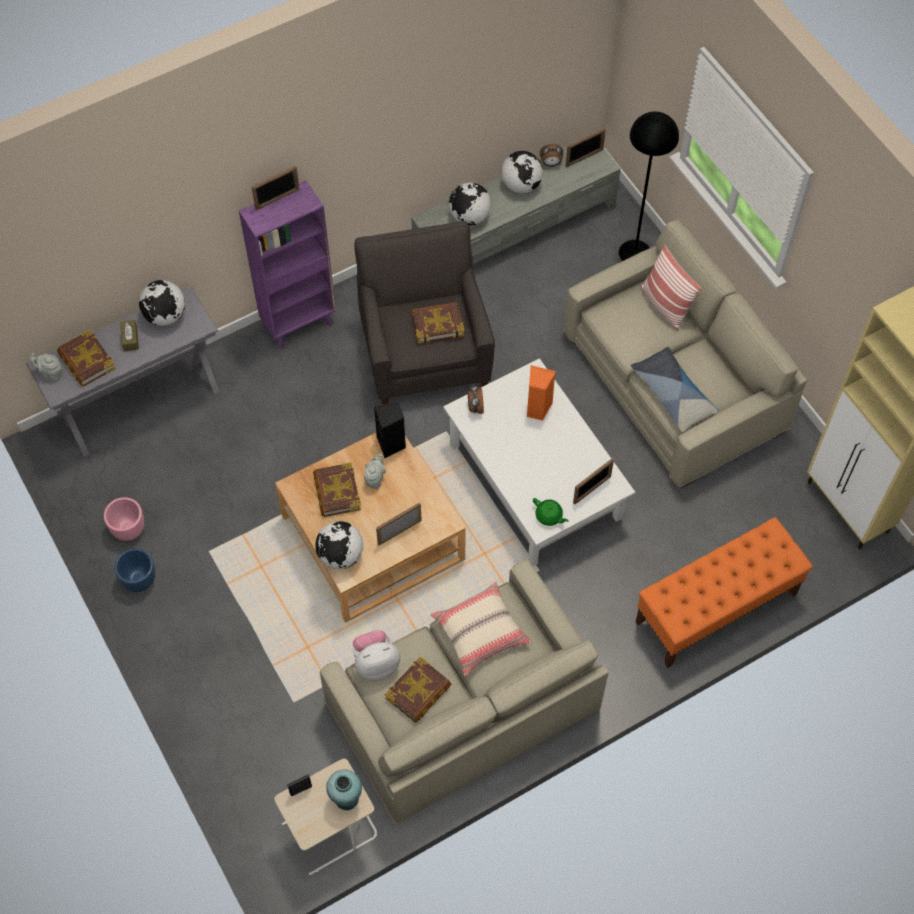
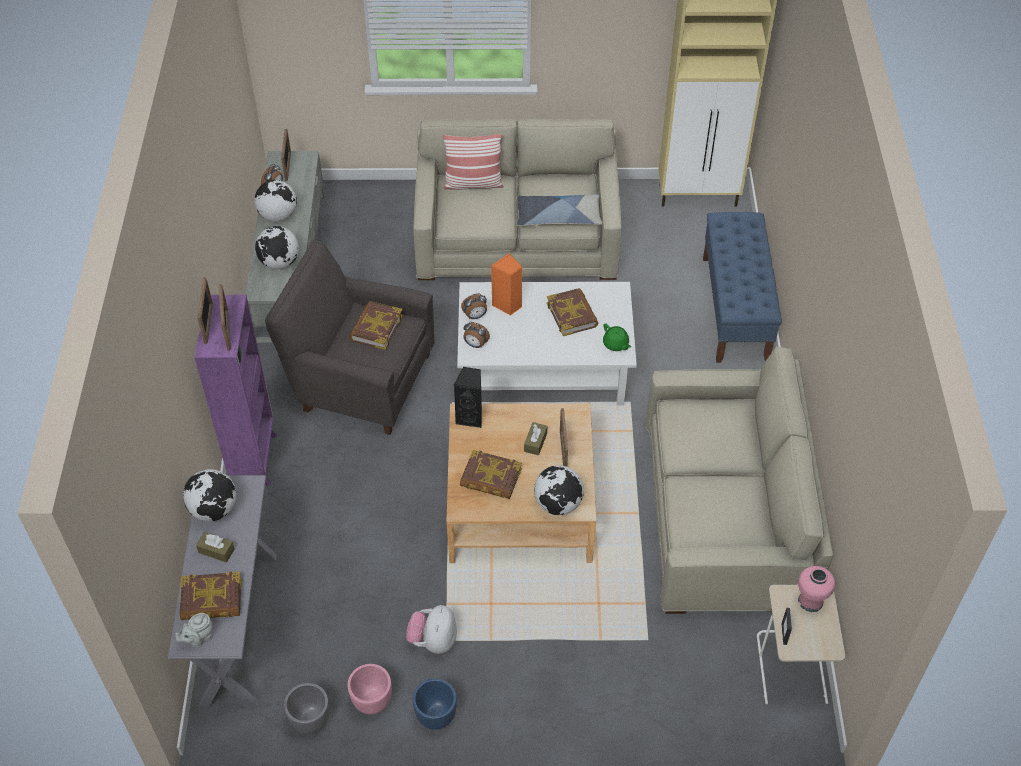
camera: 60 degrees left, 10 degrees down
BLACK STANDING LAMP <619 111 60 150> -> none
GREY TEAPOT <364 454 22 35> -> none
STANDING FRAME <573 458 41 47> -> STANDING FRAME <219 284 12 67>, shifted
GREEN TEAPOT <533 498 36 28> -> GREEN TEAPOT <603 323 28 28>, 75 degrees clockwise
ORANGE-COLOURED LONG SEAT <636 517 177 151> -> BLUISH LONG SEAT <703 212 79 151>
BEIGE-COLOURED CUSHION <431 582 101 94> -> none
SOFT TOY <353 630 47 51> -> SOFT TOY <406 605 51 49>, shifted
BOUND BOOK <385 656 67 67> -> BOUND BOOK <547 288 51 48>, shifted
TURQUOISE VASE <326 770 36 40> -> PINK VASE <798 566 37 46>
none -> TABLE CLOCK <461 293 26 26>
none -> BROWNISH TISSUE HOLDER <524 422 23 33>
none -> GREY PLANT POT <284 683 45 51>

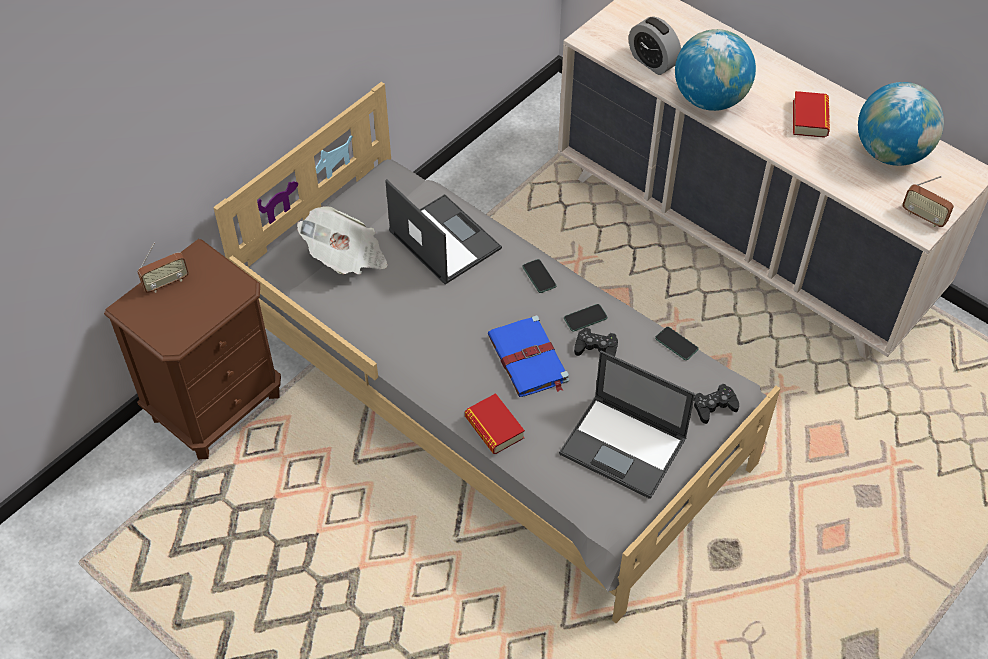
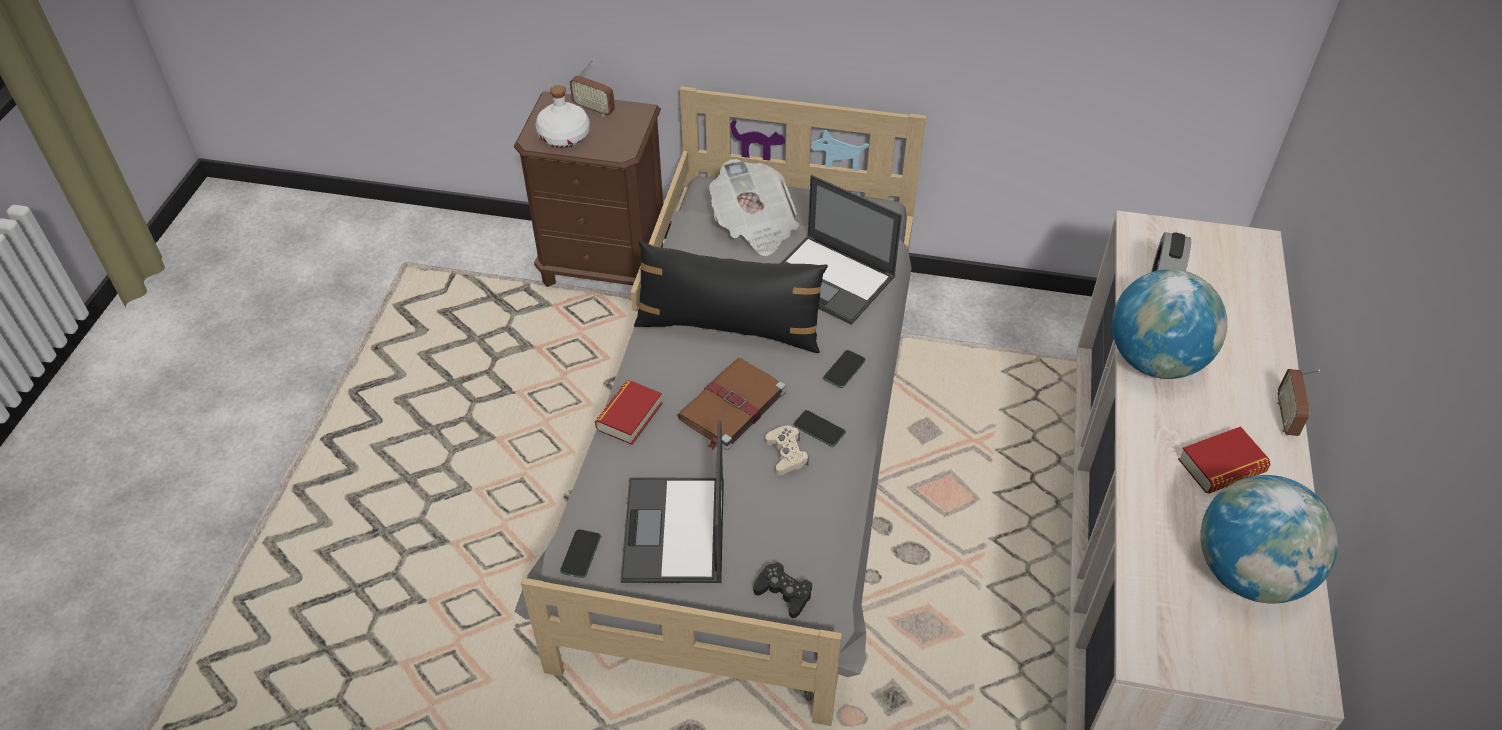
camera: 60 degrees right, 5 degrees down
RADIO SET <902 176 52 51> -> RADIO SET <1277 369 43 67>, shifted
NOTEBOOK COMPUTER <385 179 117 106> -> NOTEBOOK COMPUTER <780 175 122 150>, 105 degrees clockwise
BLUISH BOUND BOOK <488 315 81 82> -> BROWNISH BOUND BOOK <677 358 109 92>
BLACK GAME CONTROLLER <574 327 44 30> -> BEIGE-COLOURED GAME CONTROLLER <765 425 44 50>
PHONE <655 327 44 33> -> PHONE <560 529 41 49>, shifted
none -> WHITISH BOTTLE <535 85 55 63>
none -> BLACK CUSHION <634 241 194 112>

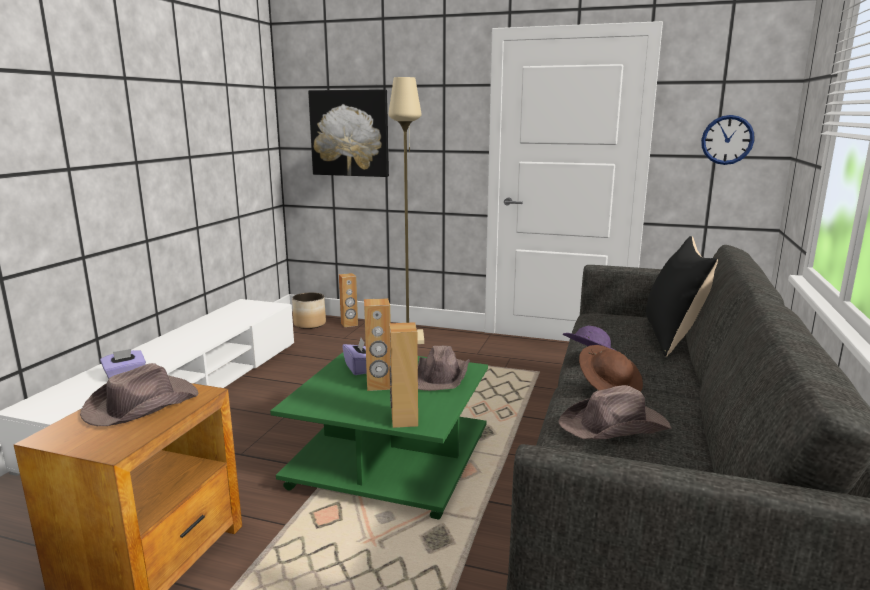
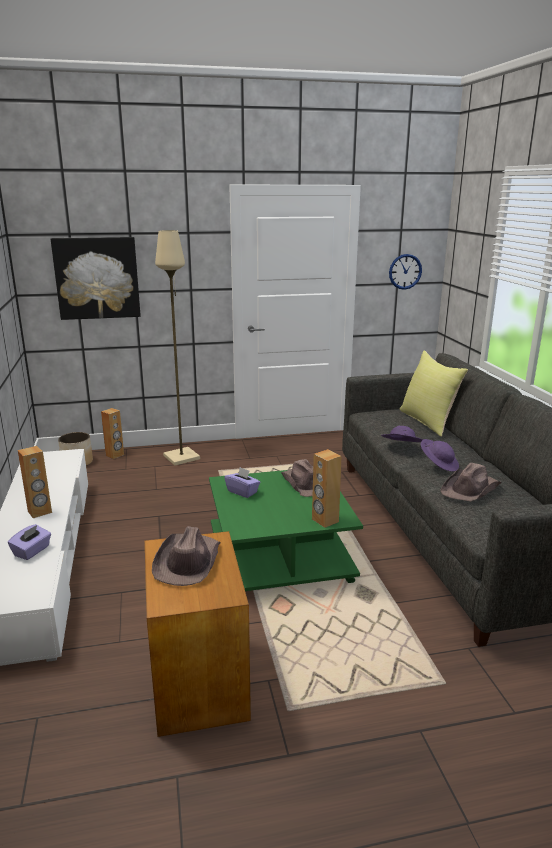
camera: 30 degrees left, 5 degrees up
BLACK CUSHION <646 236 72 121> -> YELLOW-COLOURED CUSHION <400 350 68 87>
BROWNISH LOUDSPEAKER <364 298 27 93> -> BROWNISH LOUDSPEAKER <18 446 34 72>, shifted
BROWNISH WEARABLE HAT <579 345 64 47> -> PURPLISH WEARABLE HAT <420 439 39 33>

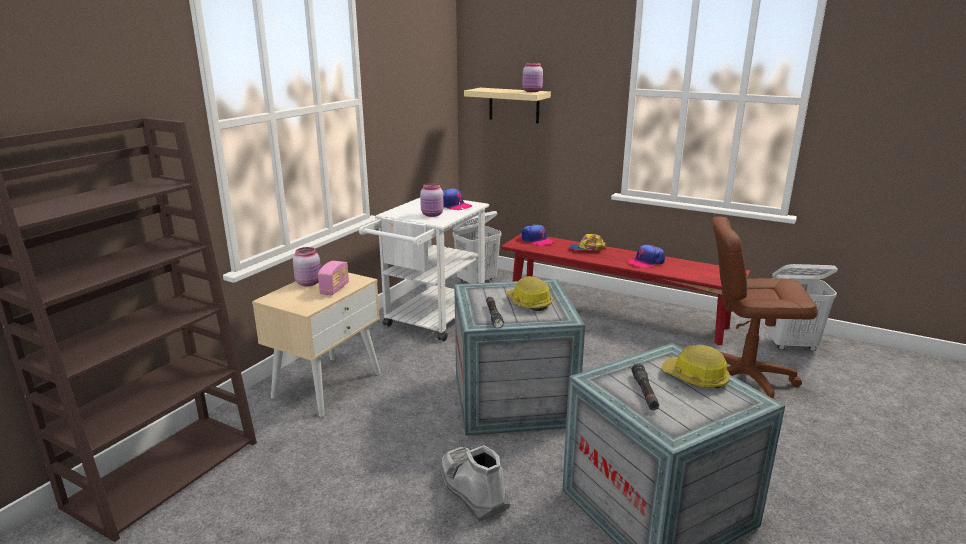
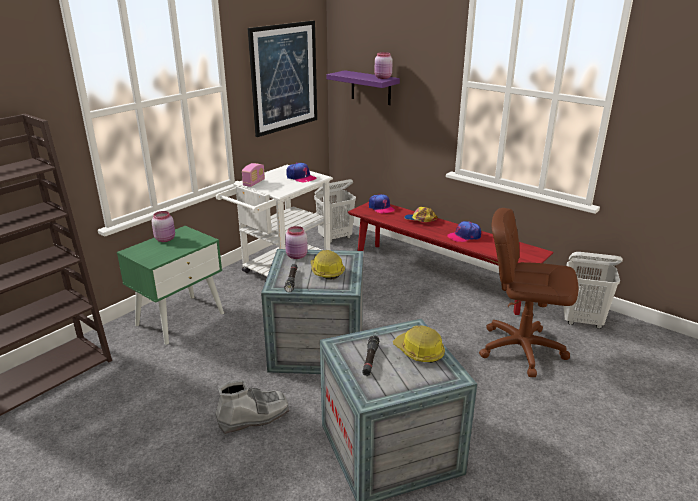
camera: 10 degrees right, 5 degrees up
BEIGE-COLOURED SHELF <464 88 87 35> -> PURPLISH SHELF <327 70 73 35>
PINK JAR <420 183 24 34> -> PINK JAR <285 226 23 33>, shifted
RADIO SET <318 261 31 34> -> RADIO SET <242 163 23 24>, shifted
BEIGE-COLOURED BEDSIDE TABLE <252 273 129 143> -> GREEN BEDSIDE TABLE <117 226 107 119>
GREY TALL BOOT <440 445 70 76> -> GREY TALL BOOT <215 380 74 54>, 90 degrees clockwise
none -> PICTURE <247 21 70 116>

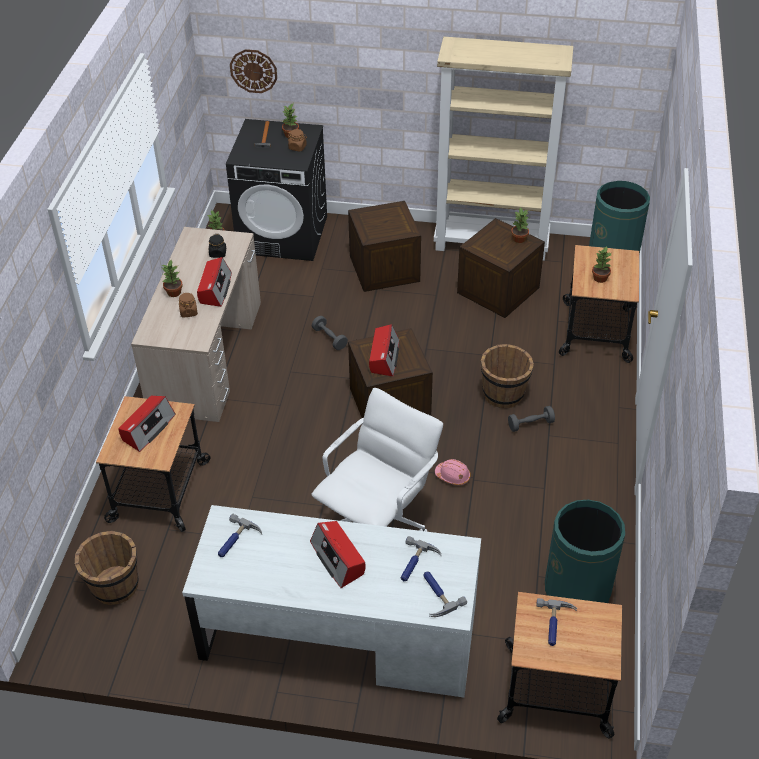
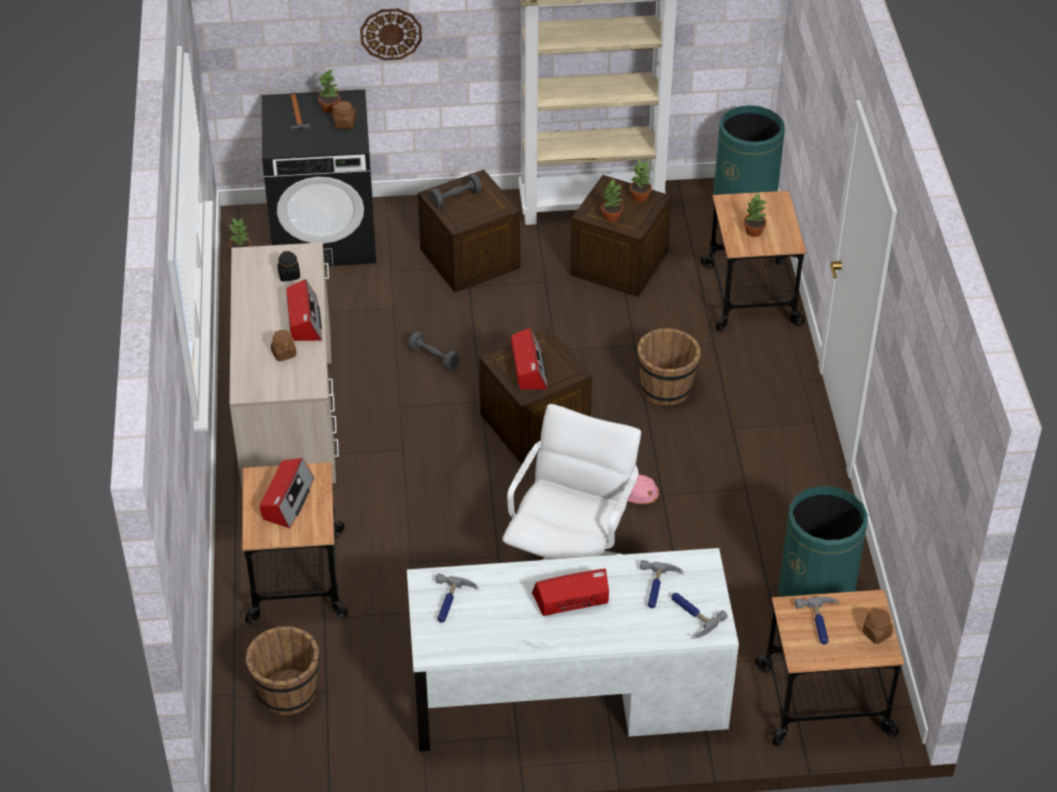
camera: 15 degrees left, 0 degrees up
WALL CLOCK <230 49 47 44> -> WALL CLOCK <360 9 62 52>, shifted
POTTED PLANT <161 259 22 38> -> POTTED PLANT <601 180 22 42>, shifted
GREY FREE WEIGHT <508 406 47 26> -> GREY FREE WEIGHT <429 174 53 34>, shifted
RADIO SET <310 521 56 67> -> RADIO SET <532 568 77 48>, 120 degrees clockwise
none -> BROWNISH JAR <862 608 31 36>

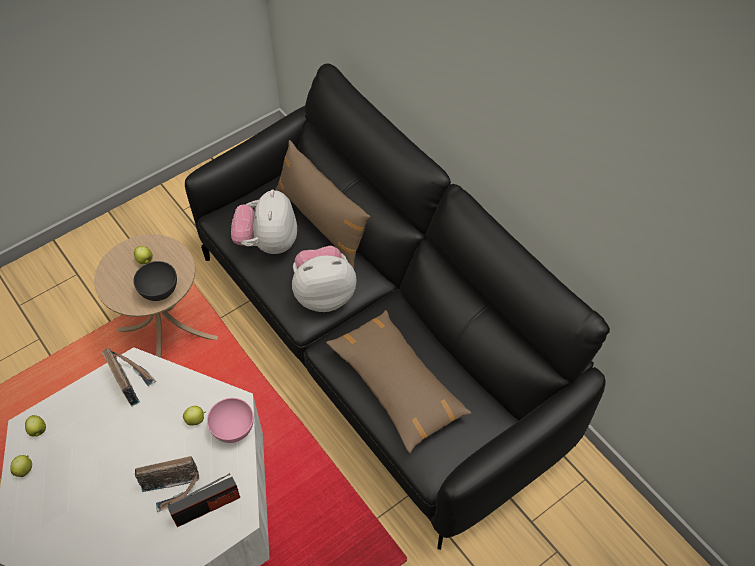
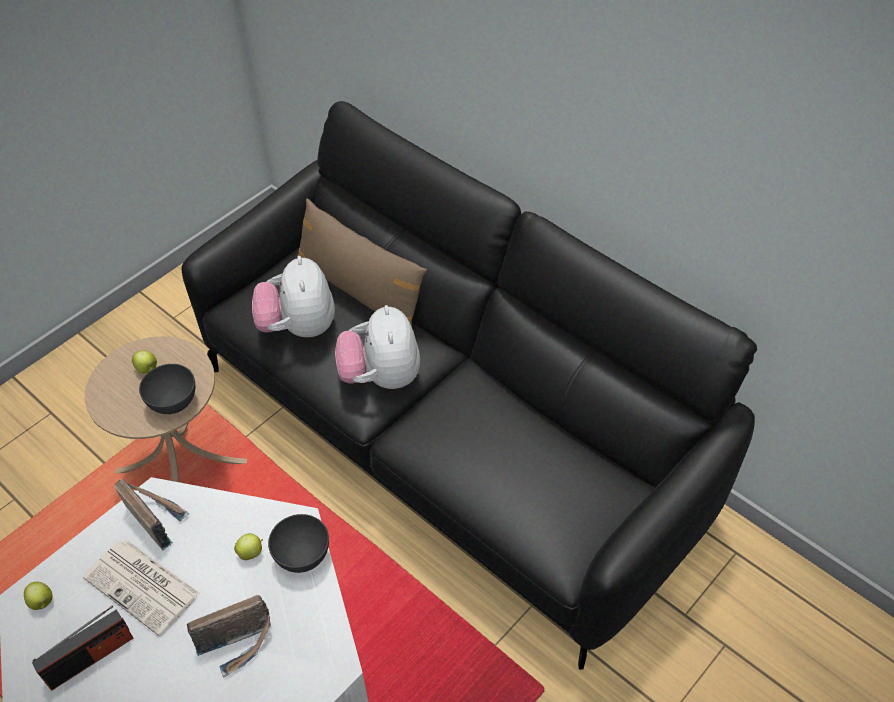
camera: 10 degrees left, 5 degrees down
SOFT TOY <292 246 65 66> -> SOFT TOY <335 305 85 84>, 75 degrees counterclockwise
BROWNISH CUSHION <326 310 146 143> -> none
PINK SERVING BOWL <207 398 47 45> -> GREY SERVING BOWL <268 514 61 59>
APPLE <10 455 22 22> -> none
RADIO SET <167 473 73 54> -> RADIO SET <32 606 101 85>, shifted
none -> DAILY PAPER <83 539 118 97>

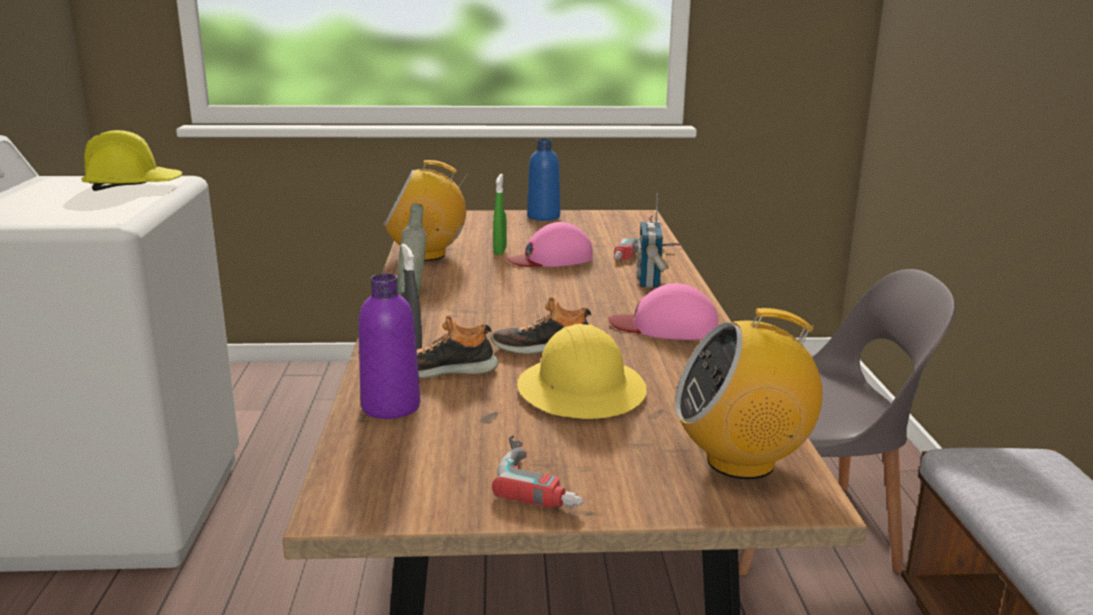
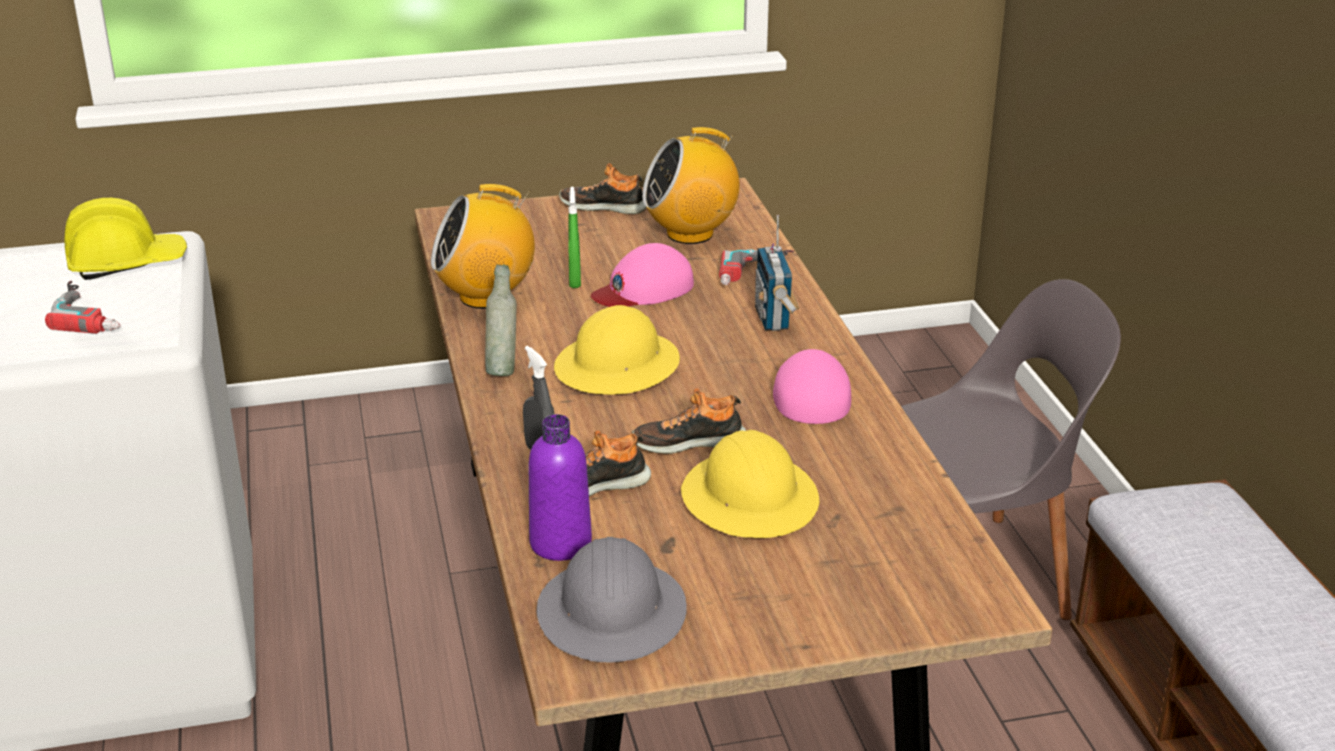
camera: 10 degrees left, 10 degrees up
BLUISH BOTTLE <527 139 33 82> -> LOW SHOE <559 163 88 51>
PINK BASEBALL CAP <608 283 110 57> -> PINK BASEBALL CAP <773 349 78 75>, 90 degrees clockwise
RADIO SET <675 308 148 171> -> RADIO SET <642 127 98 117>, shifted
POWER DRILL <492 435 92 73> -> POWER DRILL <45 281 76 53>, shifted
none -> YELLOW-COLOURED WORK HELMET <554 305 126 90>
none -> GREY WORK HELMET <537 537 150 126>

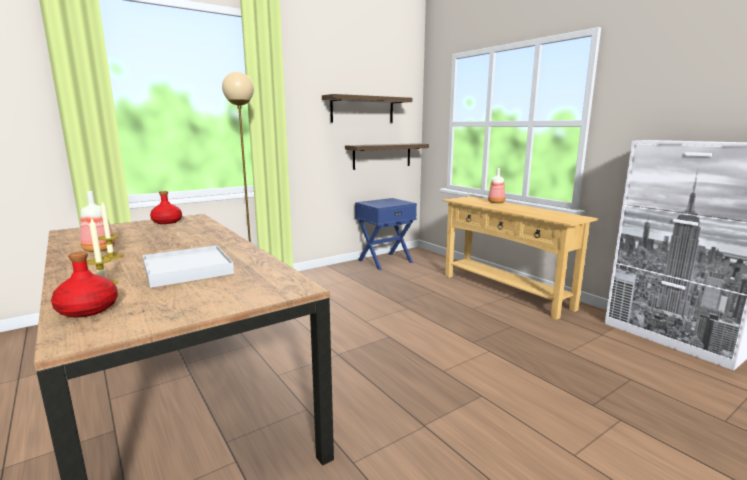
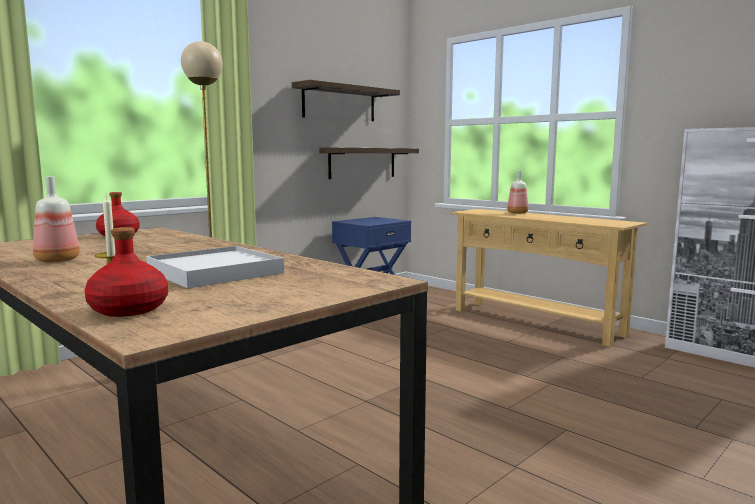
camera: 10 degrees left, 5 degrees down
WAX CANDLE <98 201 26 59> -> none

